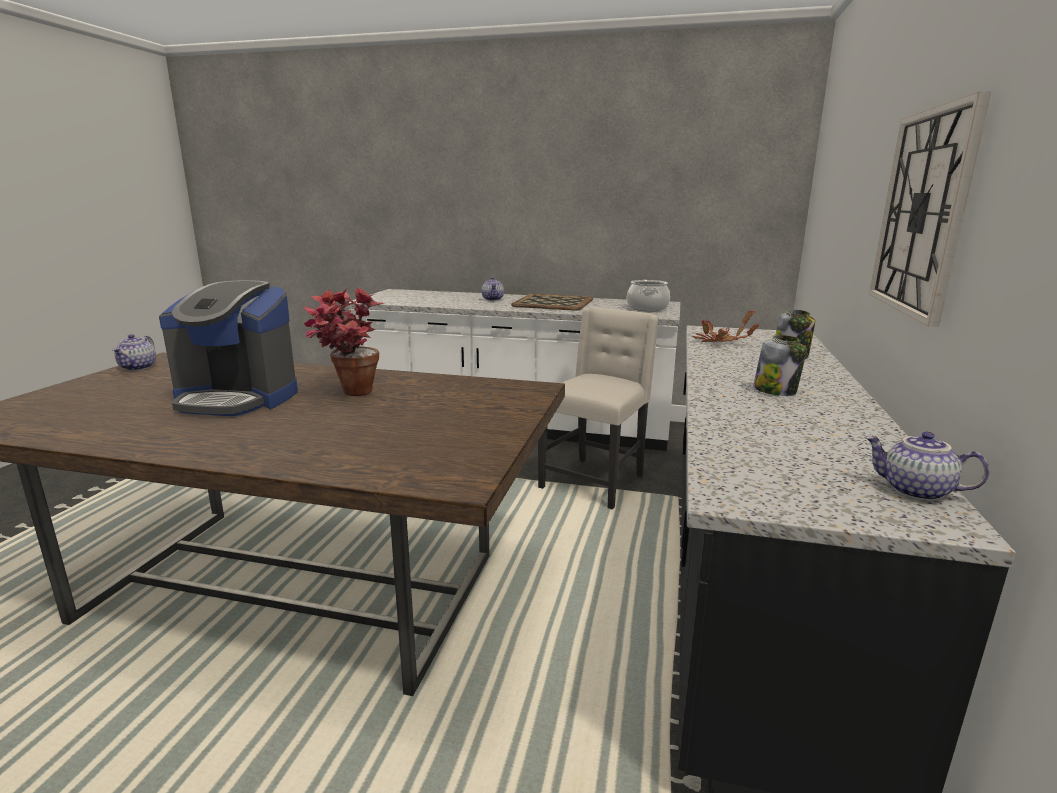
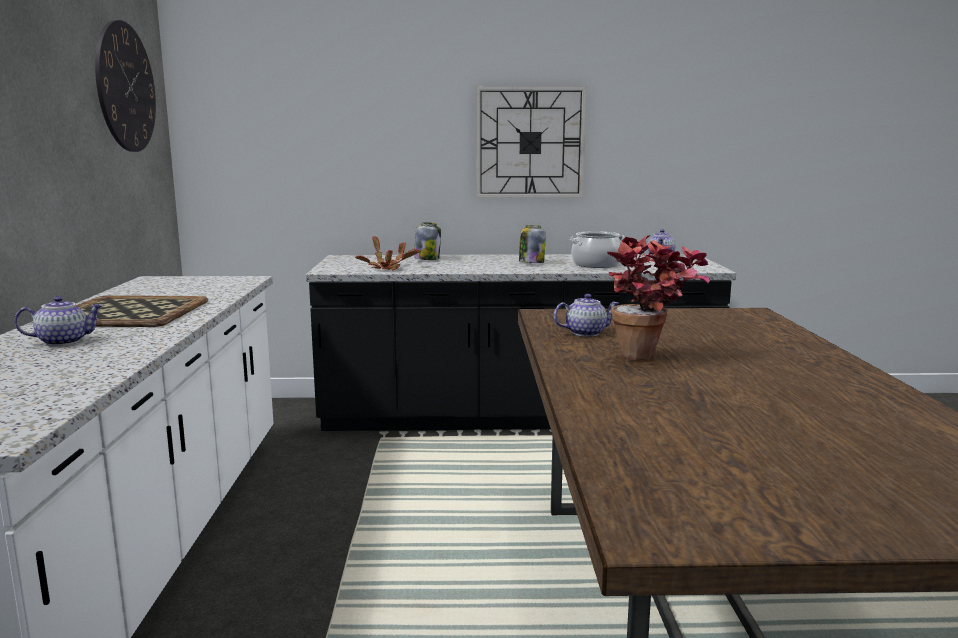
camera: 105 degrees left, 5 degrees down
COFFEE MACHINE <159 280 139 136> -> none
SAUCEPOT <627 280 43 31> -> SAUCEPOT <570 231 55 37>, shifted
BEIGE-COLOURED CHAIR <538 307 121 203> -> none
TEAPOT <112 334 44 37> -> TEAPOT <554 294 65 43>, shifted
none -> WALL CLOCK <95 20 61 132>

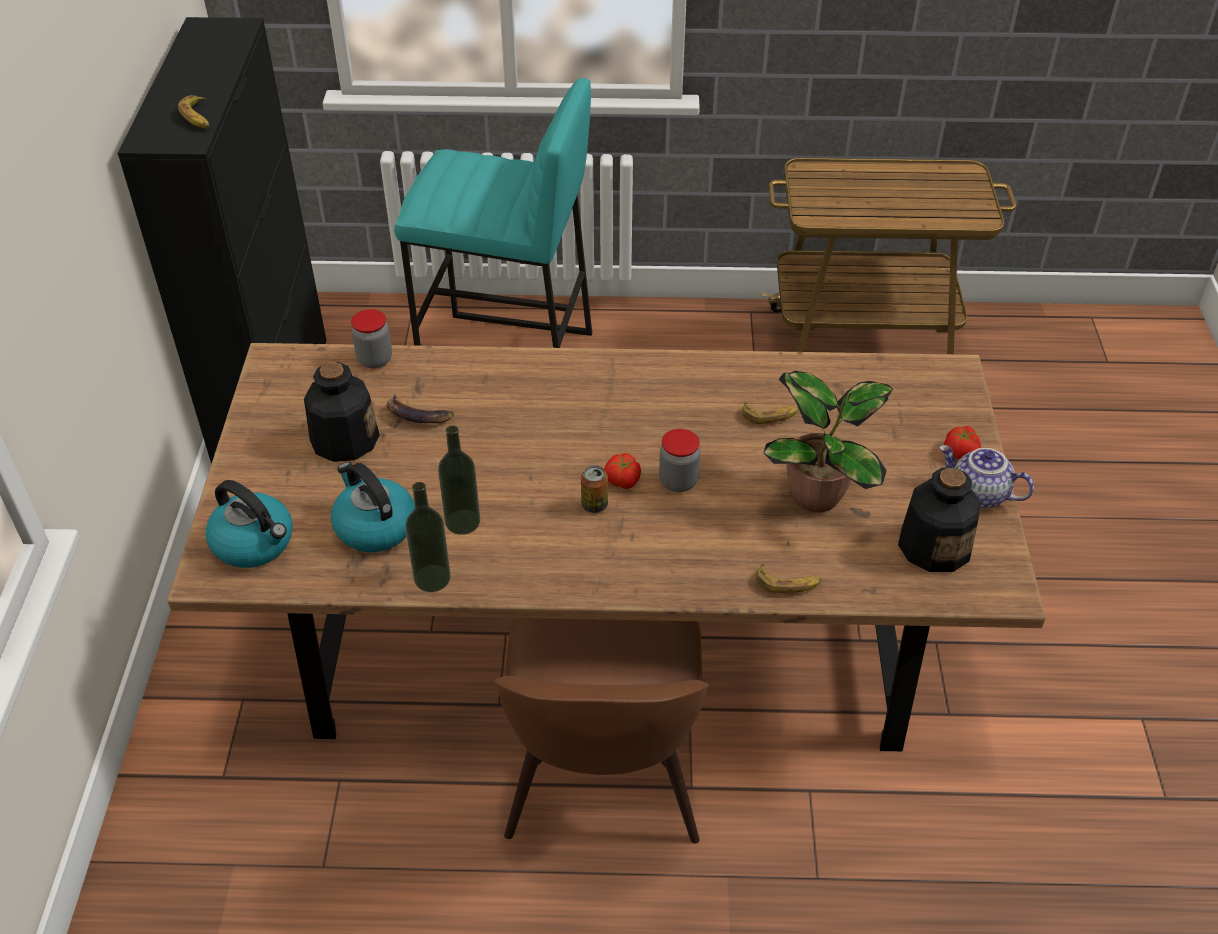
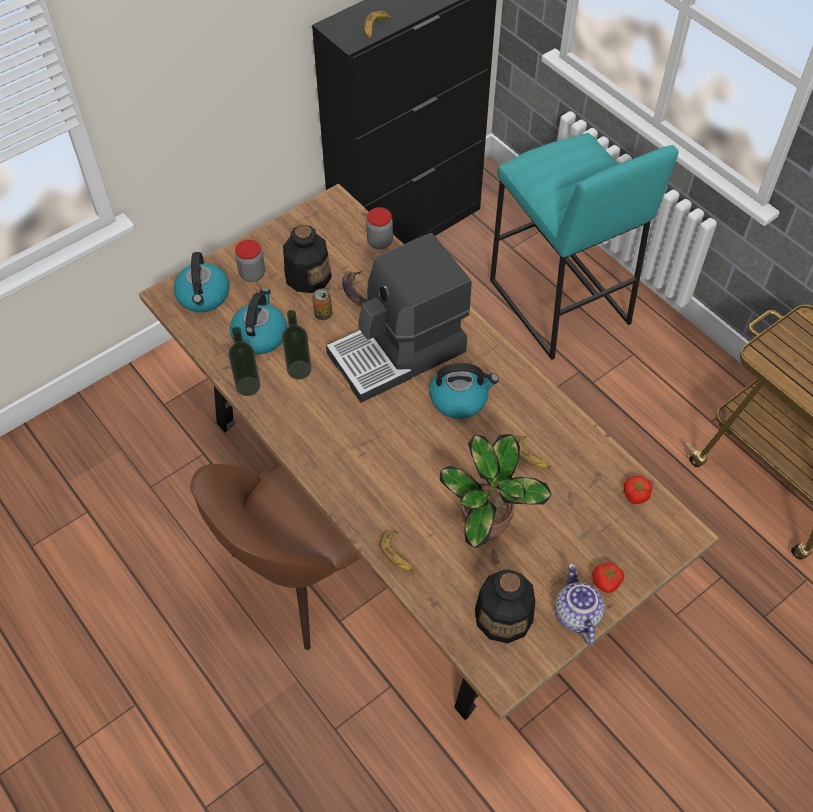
camera: 50 degrees right, 10 degrees up
JAR <659 429 41 63> -> JAR <235 240 30 42>, shifted
WHOLE TOMATO <604 453 37 36> -> WHOLE TOMATO <624 476 28 28>, shifted
CAN <581 465 27 48> -> CAN <312 289 20 31>, shifted
none -> COFFEE MACHINE <326 233 146 170>
none -> WATER KETTLE <429 363 70 56>

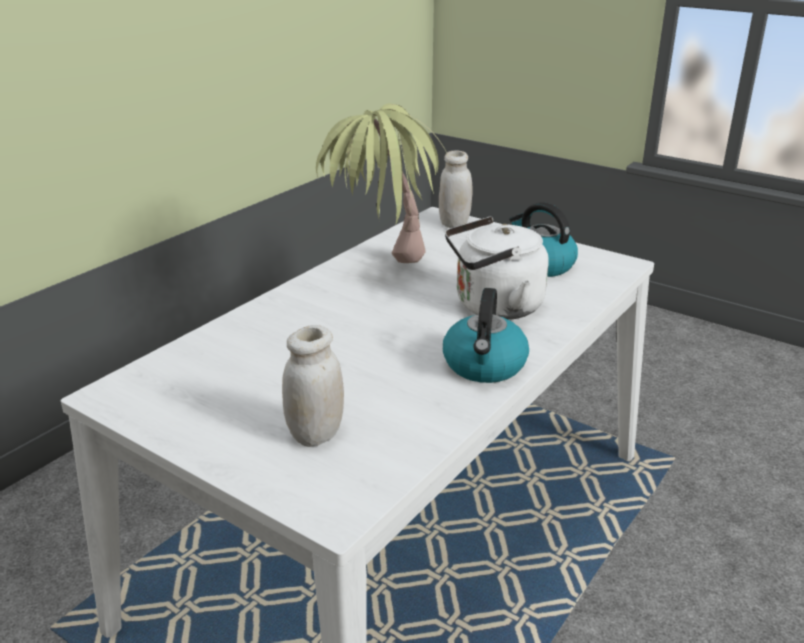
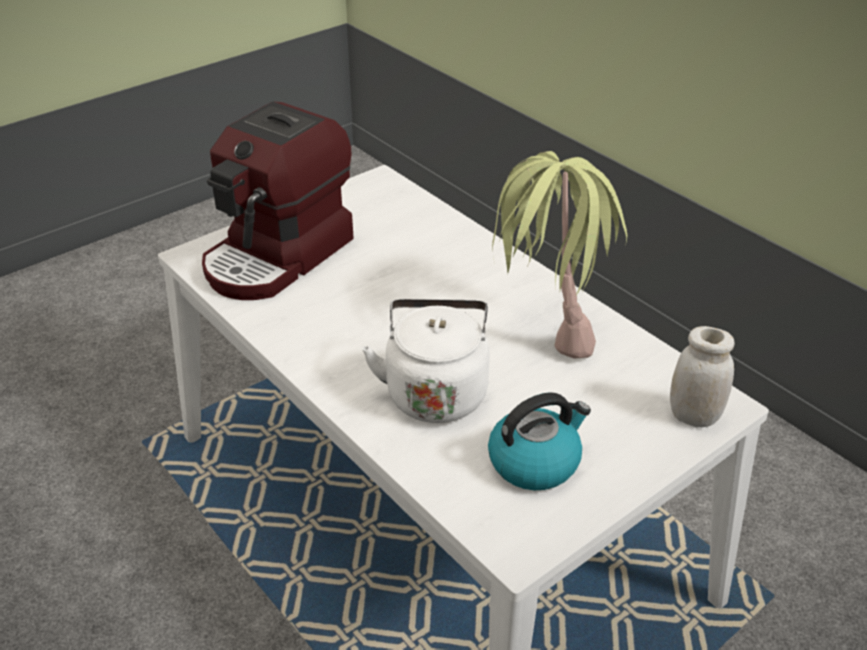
camera: 105 degrees right, 10 degrees up
WATER KETTLE <443 288 86 95> -> none
WHITISH JAR <282 325 62 122> -> COFFEE MACHINE <202 102 152 198>

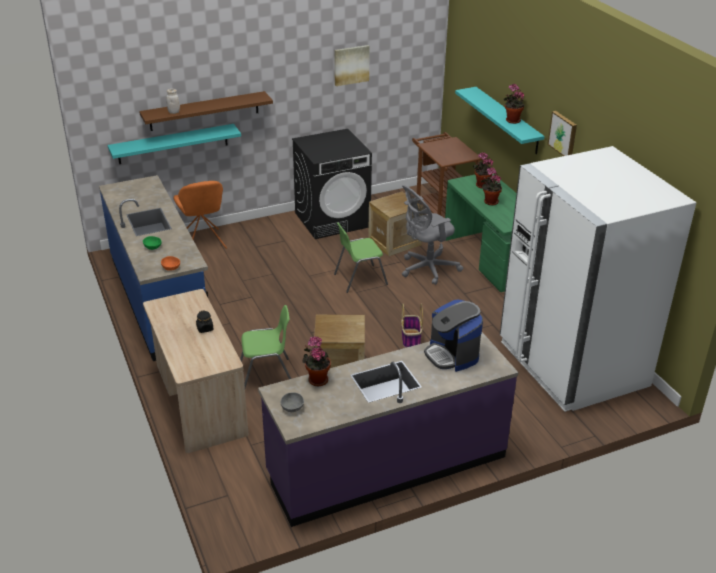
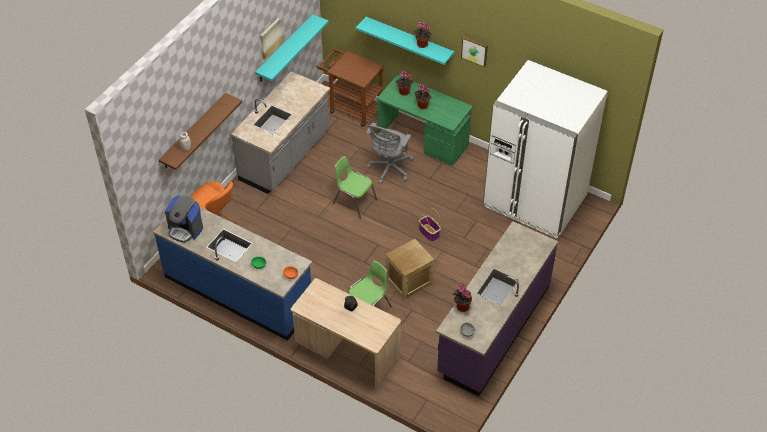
camera: 35 degrees left, 15 degrees up
TURQUOISE SHELF <107 124 134 40> -> TURQUOISE SHELF <255 14 74 67>, shifted
BLACK LAUNDRY MACHINE <292 129 80 110> -> GREY KITCHEN BASE UNIT <231 71 99 123>
PACKING CRATE <368 192 54 64> -> none
GREEN CHAIR <334 223 54 70> -> GREEN CHAIR <333 156 44 63>, 90 degrees clockwise
COFFEE MACHINE <424 300 59 72> -> COFFEE MACHINE <165 195 38 48>, shifted

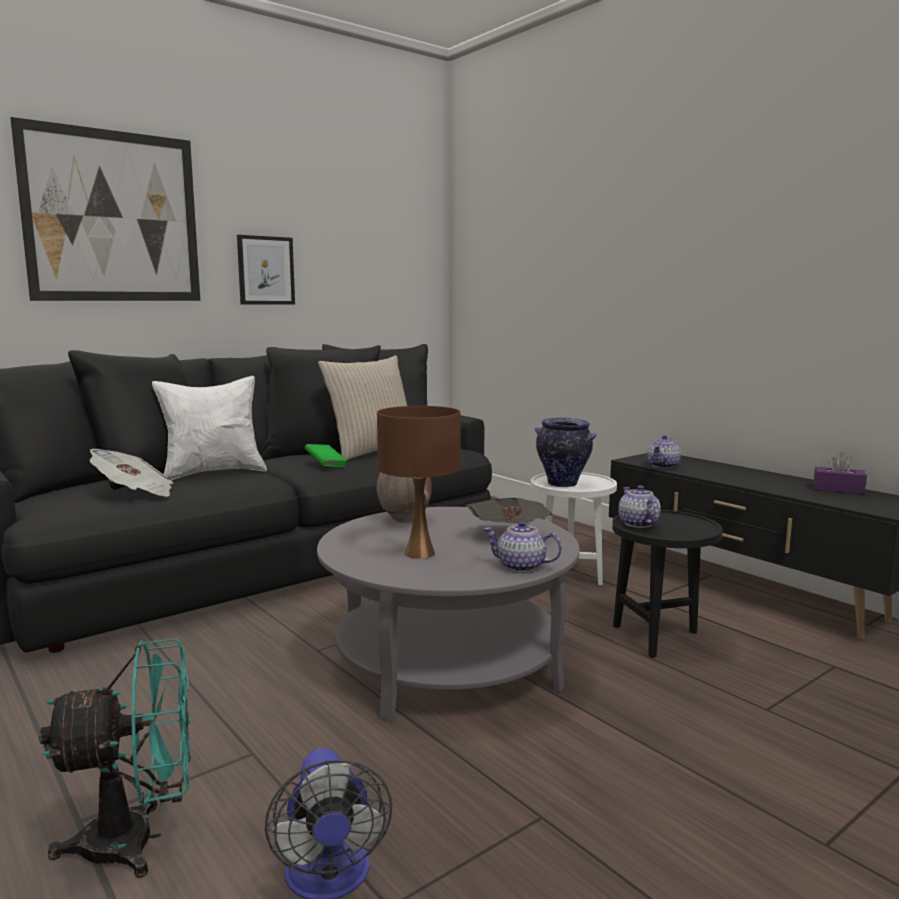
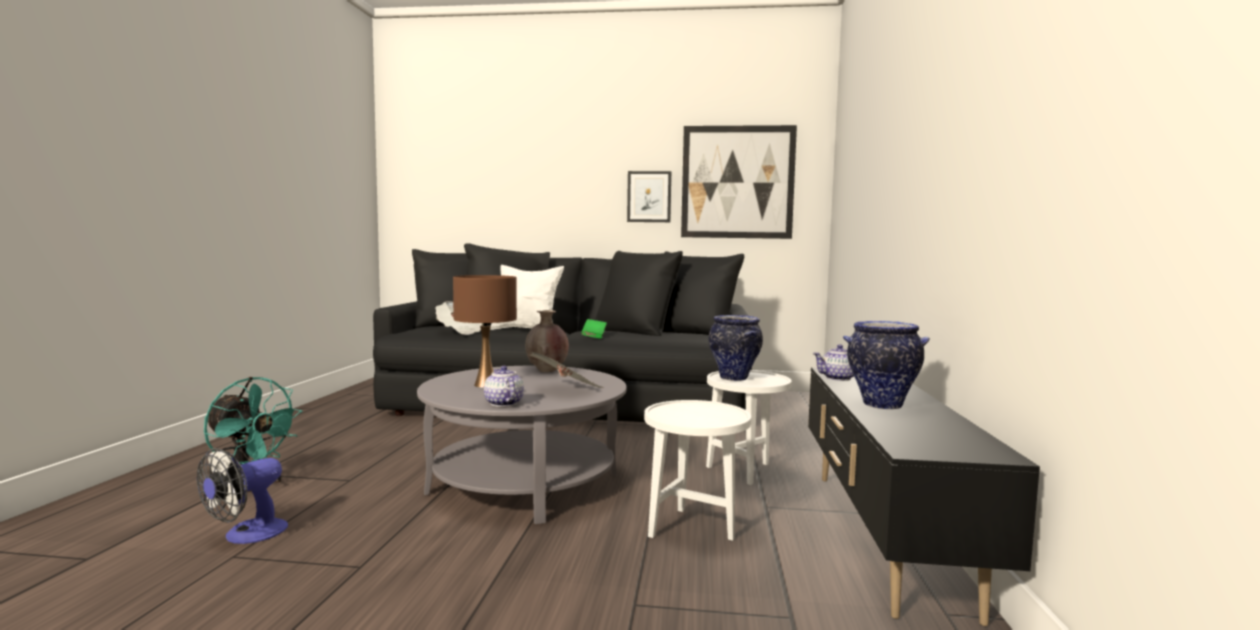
camera: 45 degrees right, 5 degrees down
PICTURE <10 117 190 184> -> PICTURE <681 125 116 114>, shifted
BEIGE-COLOURED CUSHION <318 356 89 104> -> none
PURPLISH TISSUE HOLDER <814 453 53 41> -> none
TEAPOT <618 485 43 43> -> none
BLACK END TABLE <612 510 111 148> -> WHITISH END TABLE <644 400 107 141>
none -> VASE <843 321 87 88>

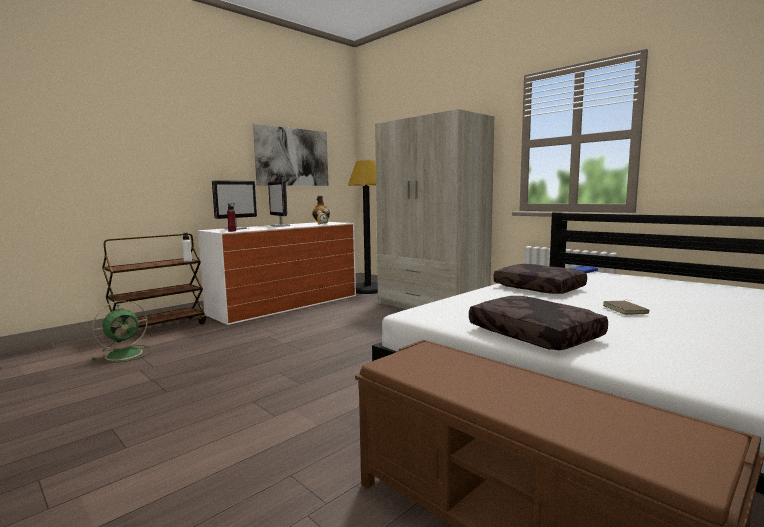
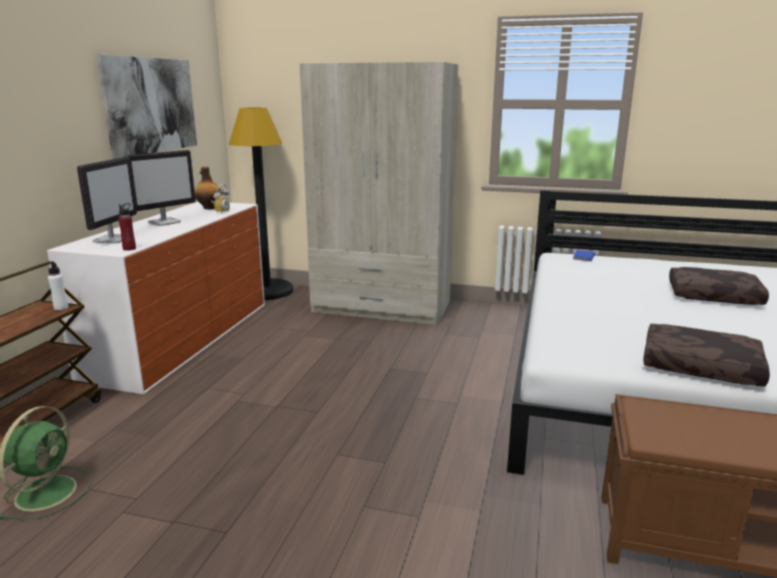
camera: 30 degrees left, 10 degrees up
COMPUTER SCREEN <268 181 22 46> -> COMPUTER SCREEN <124 150 72 76>, 75 degrees counterclockwise
BROWNISH CUSHION <493 264 94 30> -> BROWNISH CUSHION <669 267 100 38>, shifted
BROWNISH BOUND BOOK <603 300 47 15> -> none

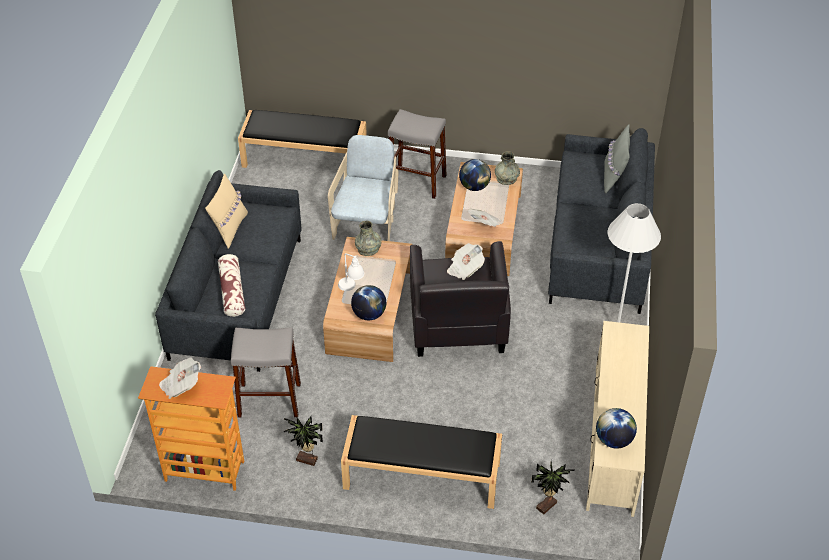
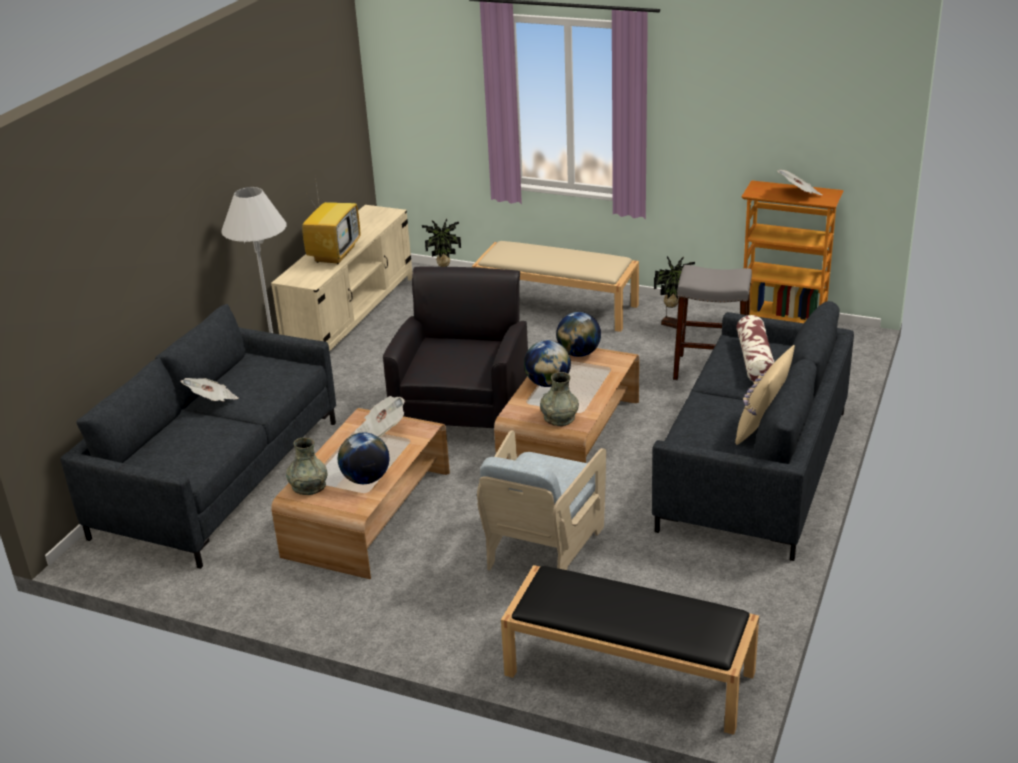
camera: 165 degrees left, 15 degrees down
GREY SITTING STOOL <388 109 58 90> -> none
GREY CUSHION <604 124 26 69> -> none
DAILY PAPER <447 243 38 37> -> DAILY PAPER <181 378 58 23>, shifted
WHITISH LAMP FOR A TABLE <338 253 26 38> -> none
DESK GLOBE <596 408 41 40> -> DESK GLOBE <524 340 47 47>, shifted
BLACK LONG SEAT <341 415 161 94> -> BEIGE-COLOURED LONG SEAT <472 241 167 91>
none -> TV <302 178 58 87>

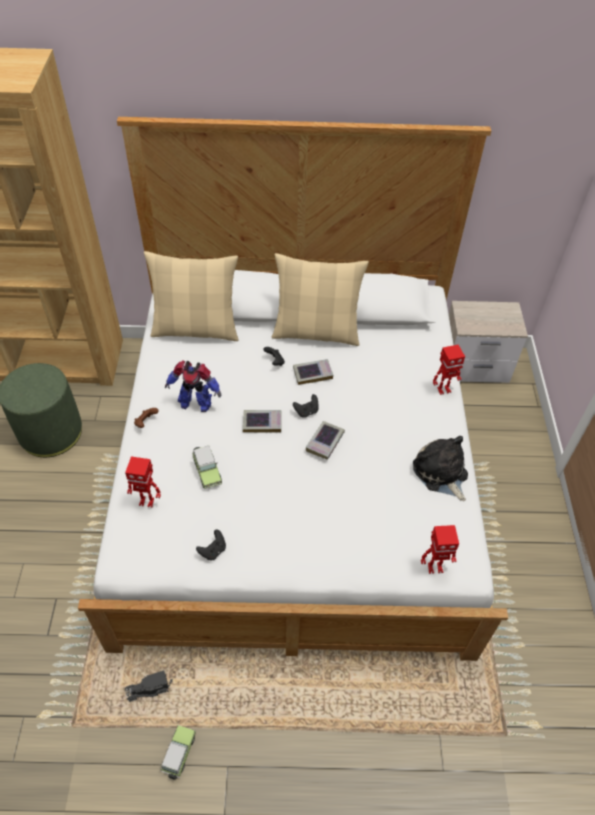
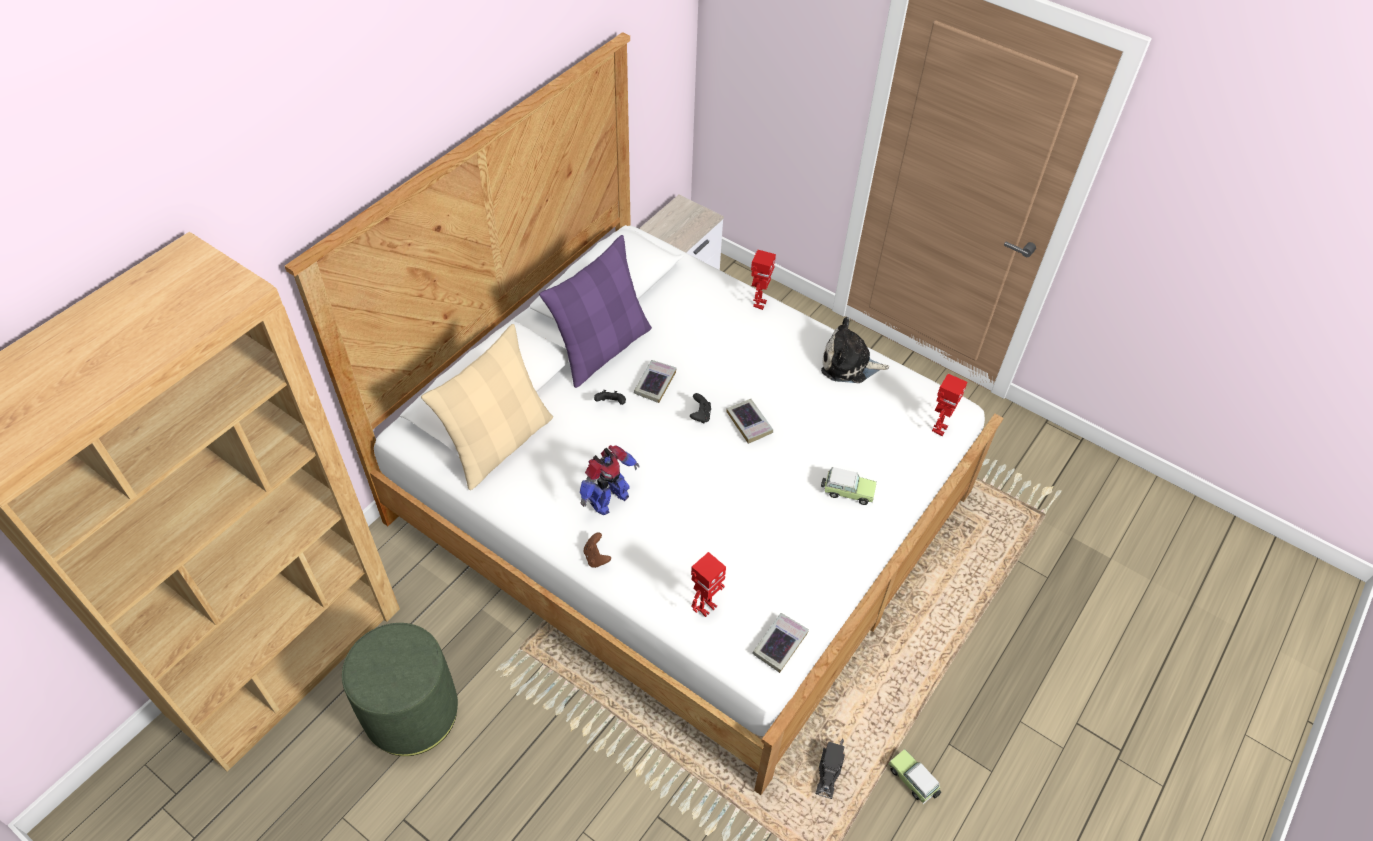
camera: 55 degrees left, 0 degrees up
BEIGE-COLOURED CUSHION <272 253 97 93> -> PURPLISH CUSHION <539 235 113 153>
BOUND BOOK <243 410 38 23> -> BOUND BOOK <752 613 57 60>, shifted
MODEL CAR <192 446 30 43> -> MODEL CAR <821 467 56 38>, shifted
BLACK GAME CONTROLLER <196 529 30 32> -> none

